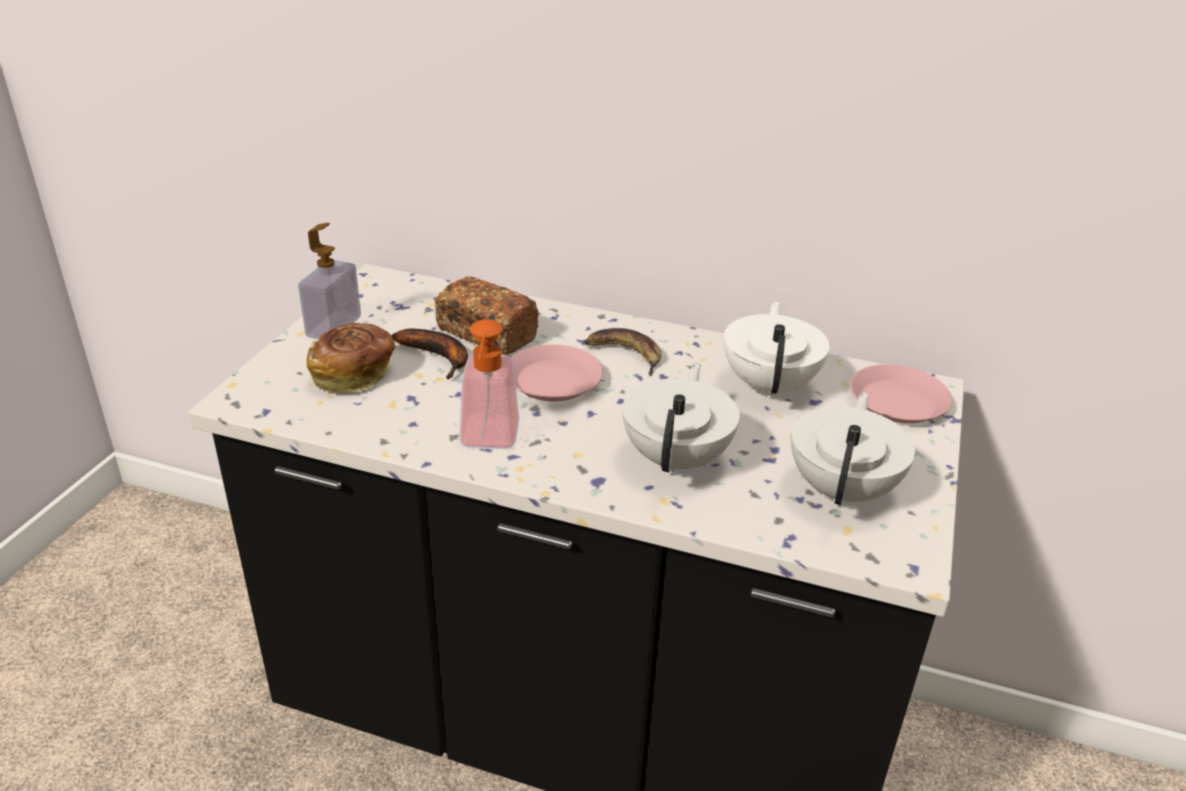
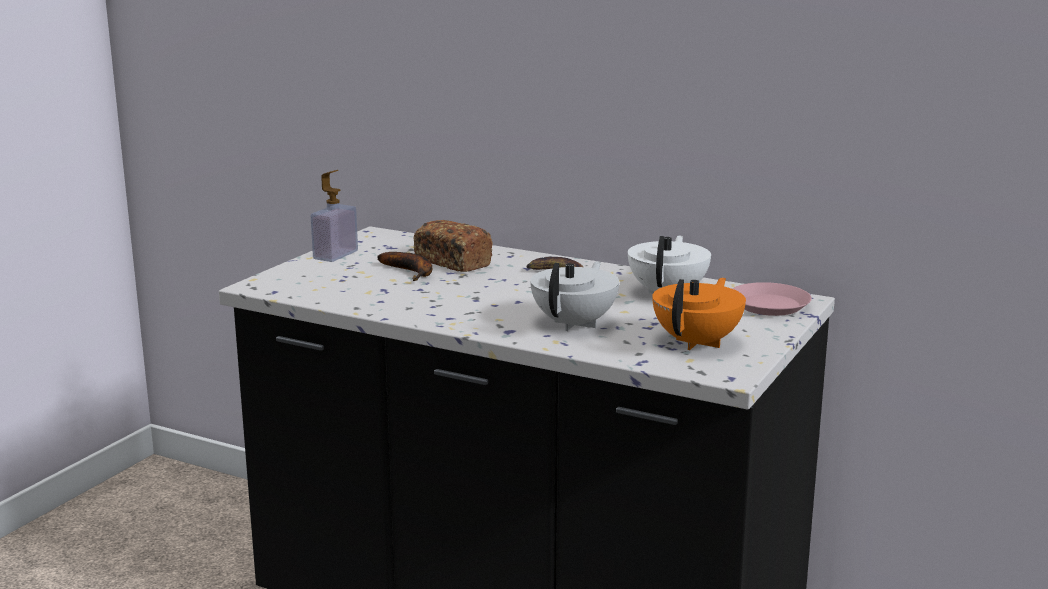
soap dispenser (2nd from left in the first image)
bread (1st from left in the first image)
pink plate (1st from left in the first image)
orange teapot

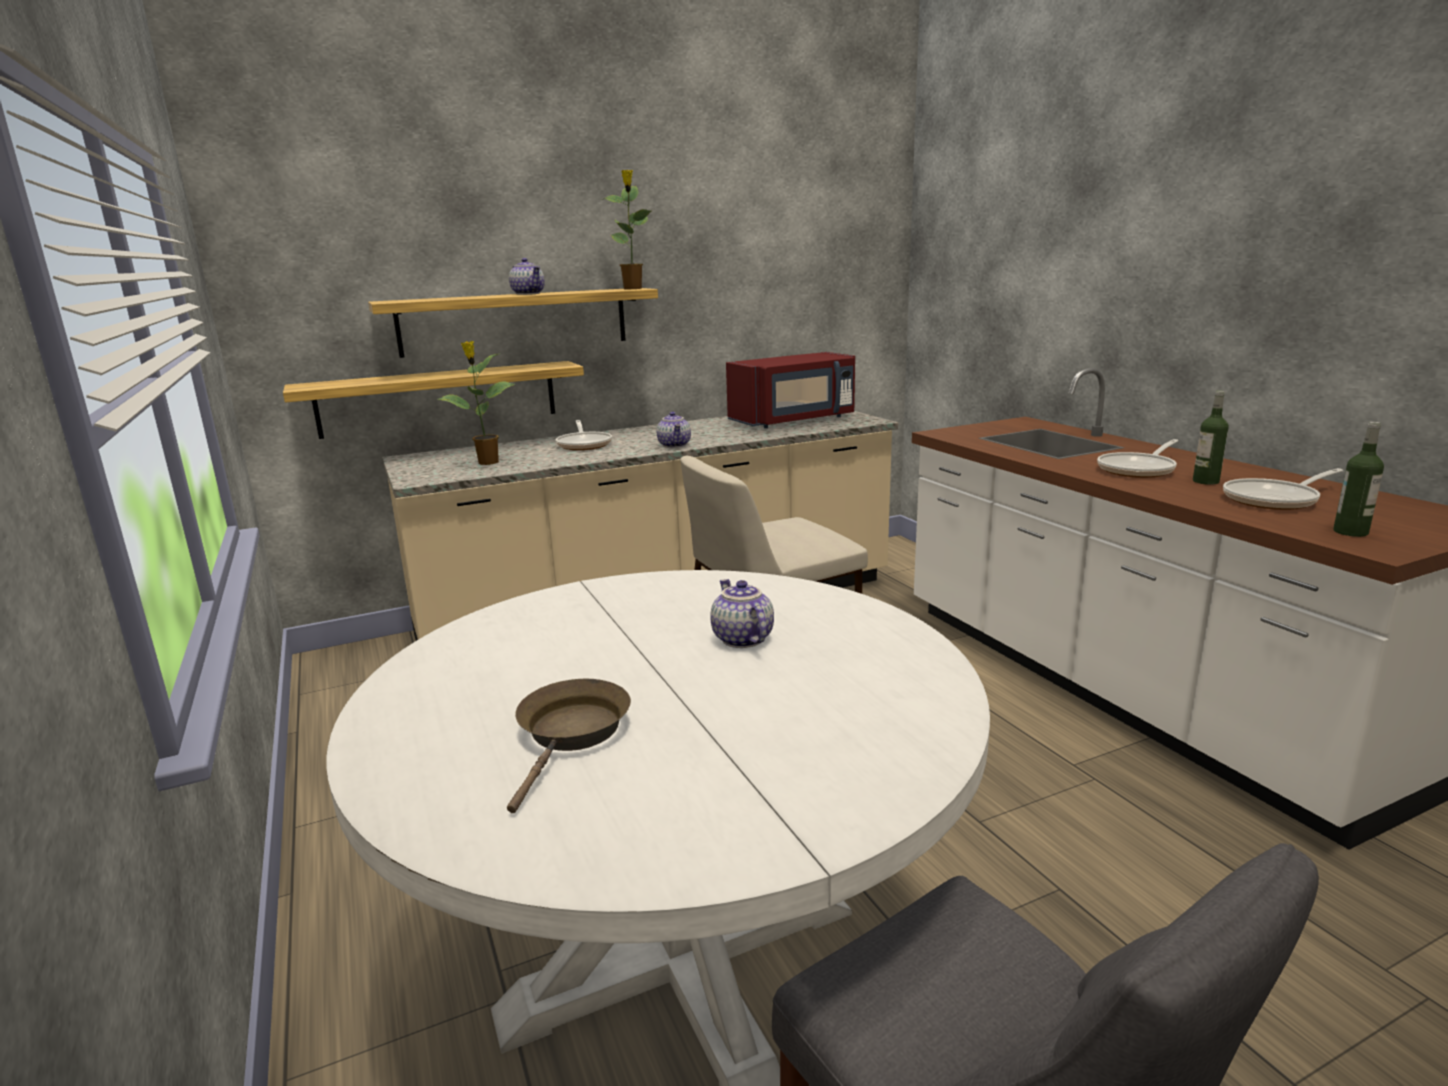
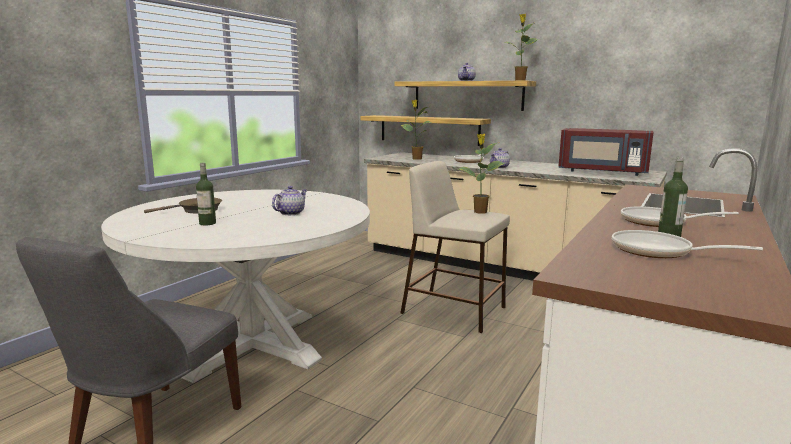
bottle (1st from left)
potted plant (2nd from left)

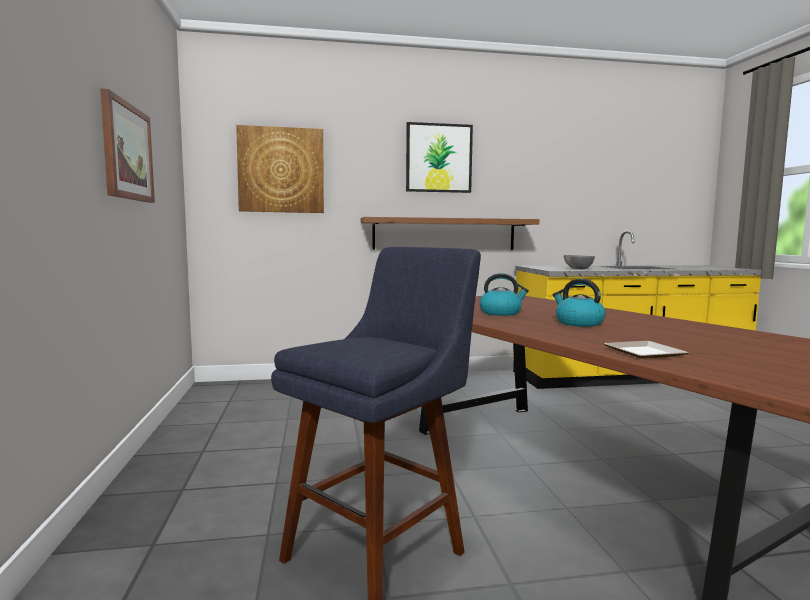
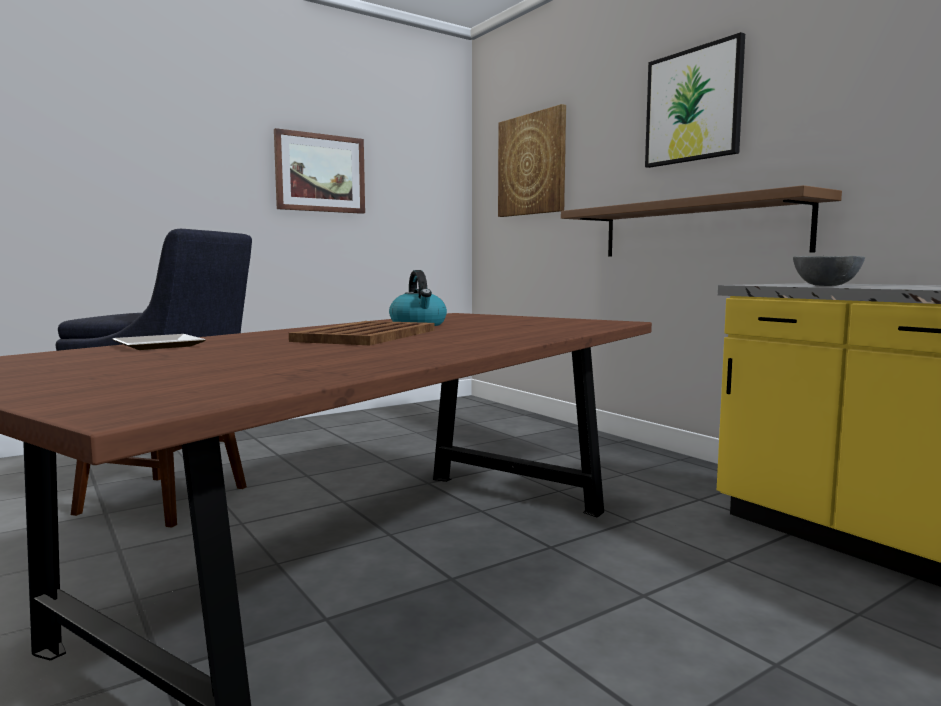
brown tray

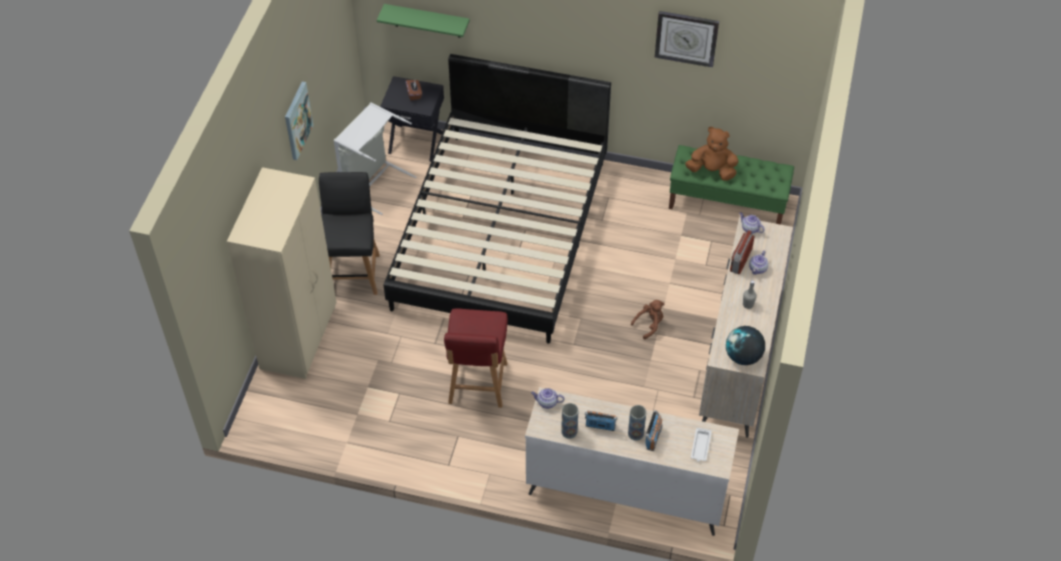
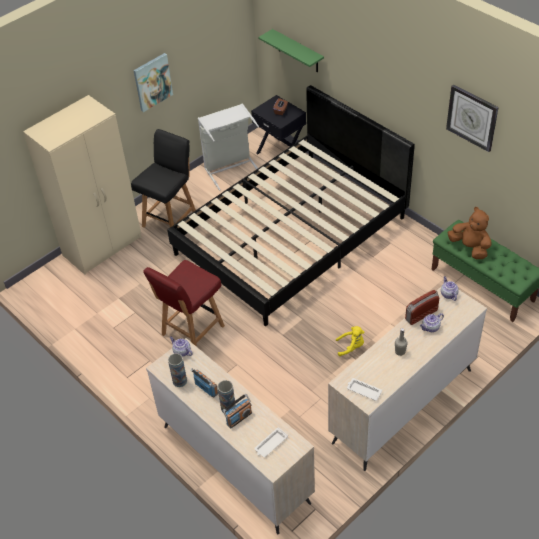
yellow plush toy
white tray (2nd from left)

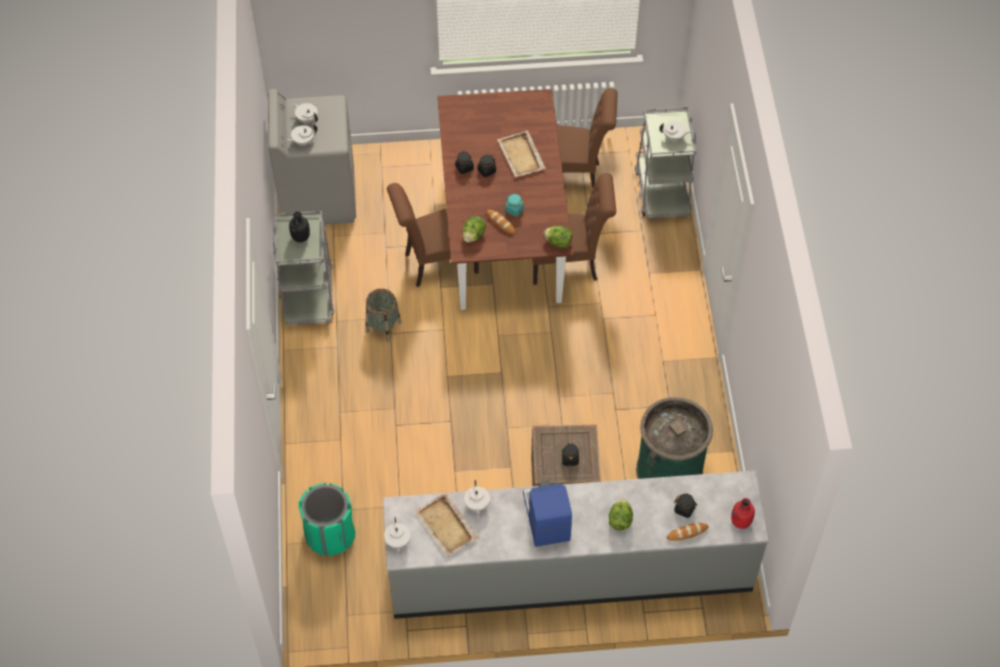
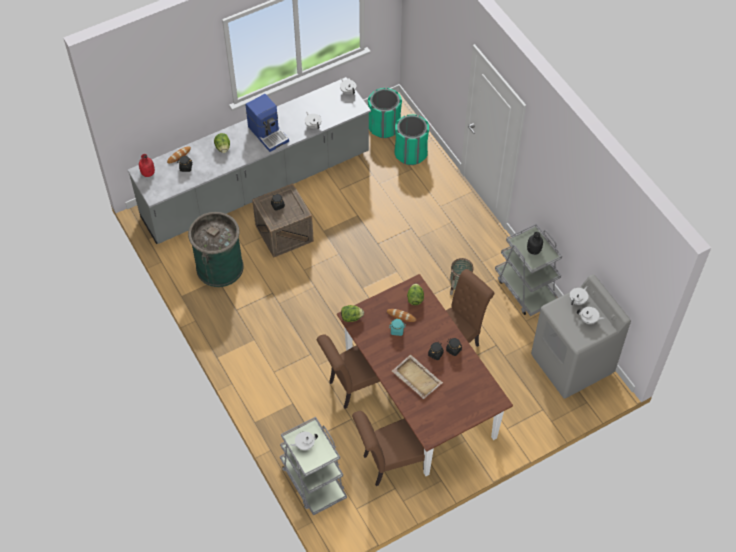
beige tray (1st from left in the first image)
green trash can (2nd from left)

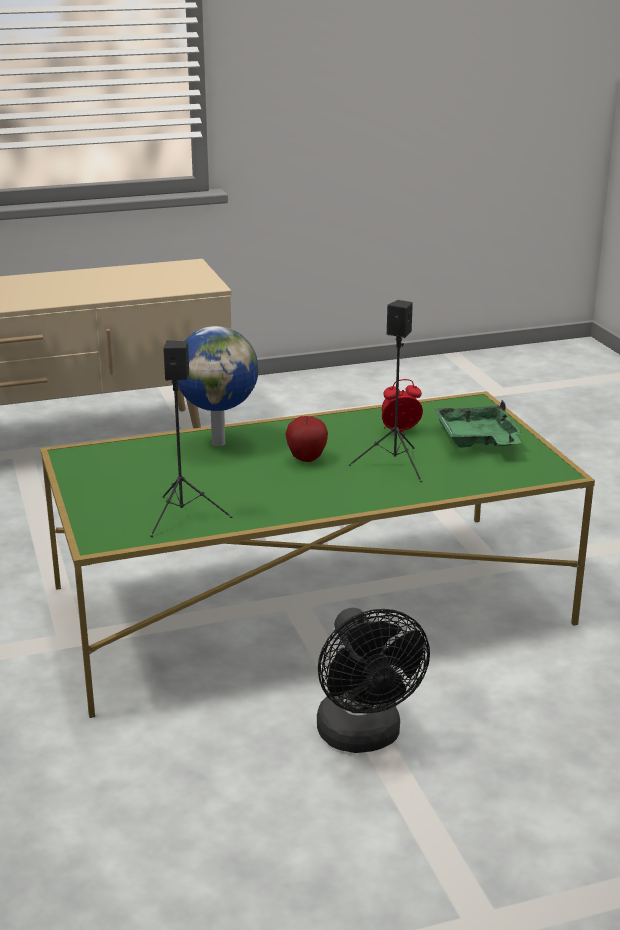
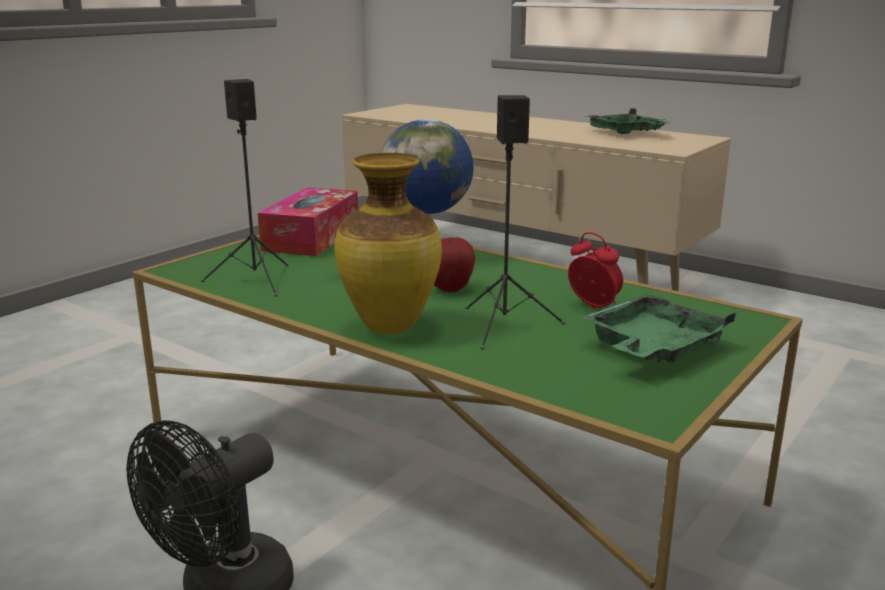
green tray (1st from left)
vase
tissue box

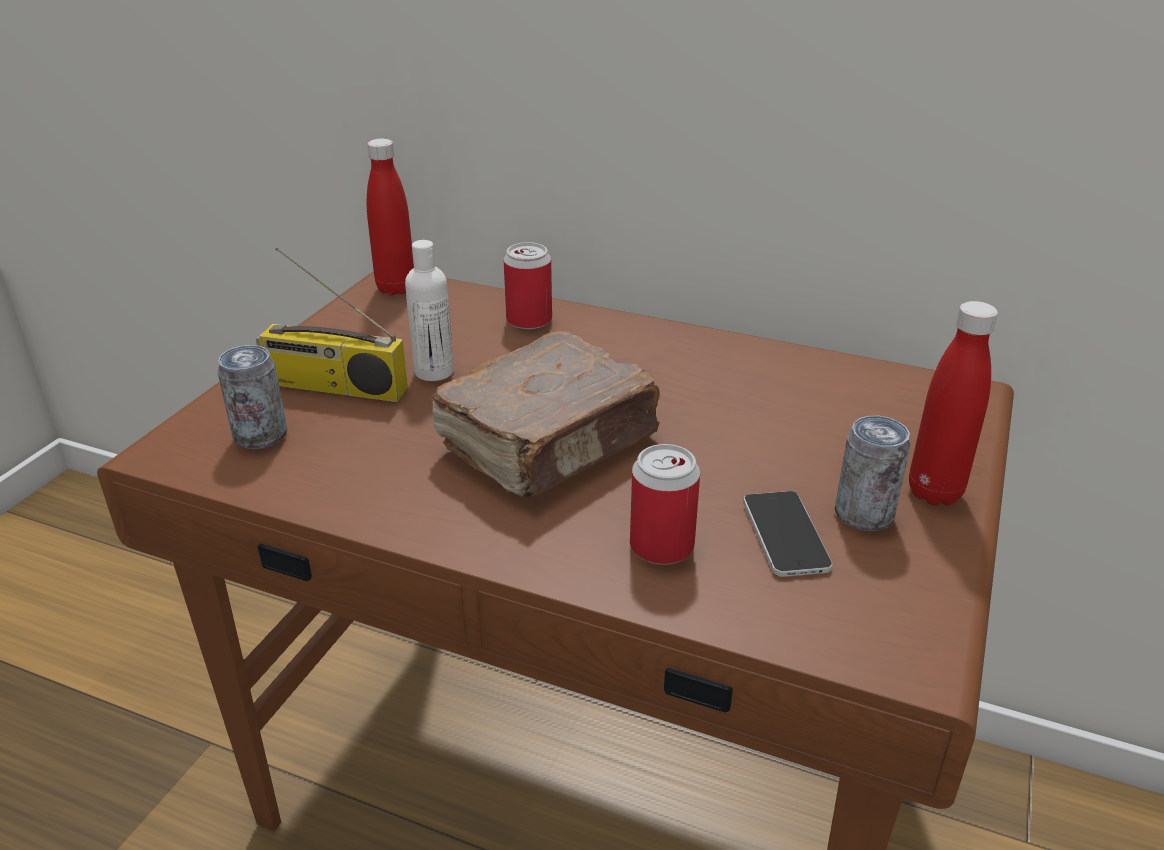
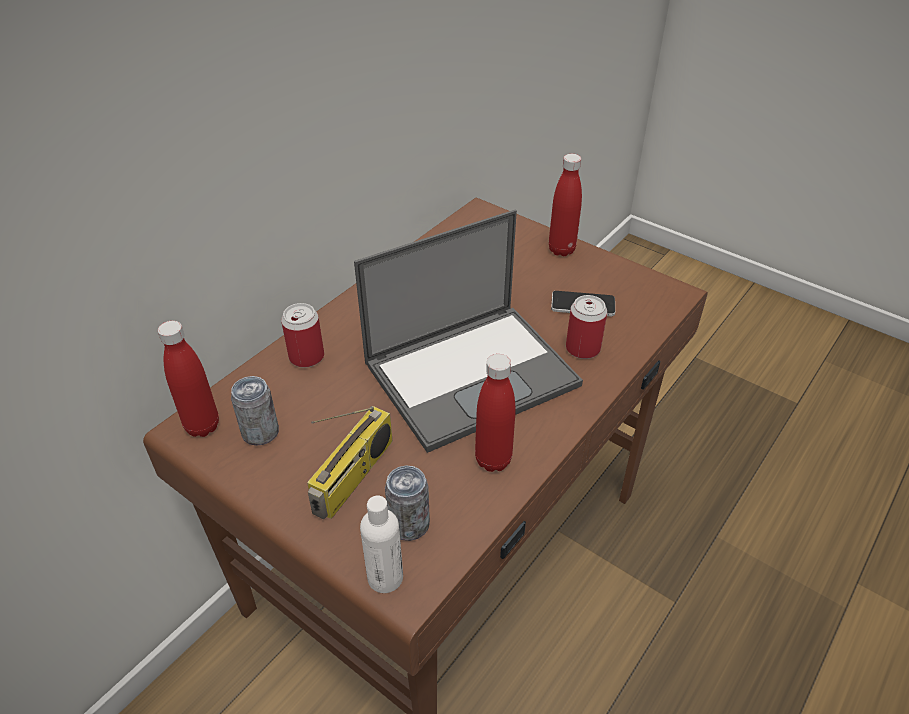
white bottle
laptop
can (1st from left)
red bottle (2nd from left)

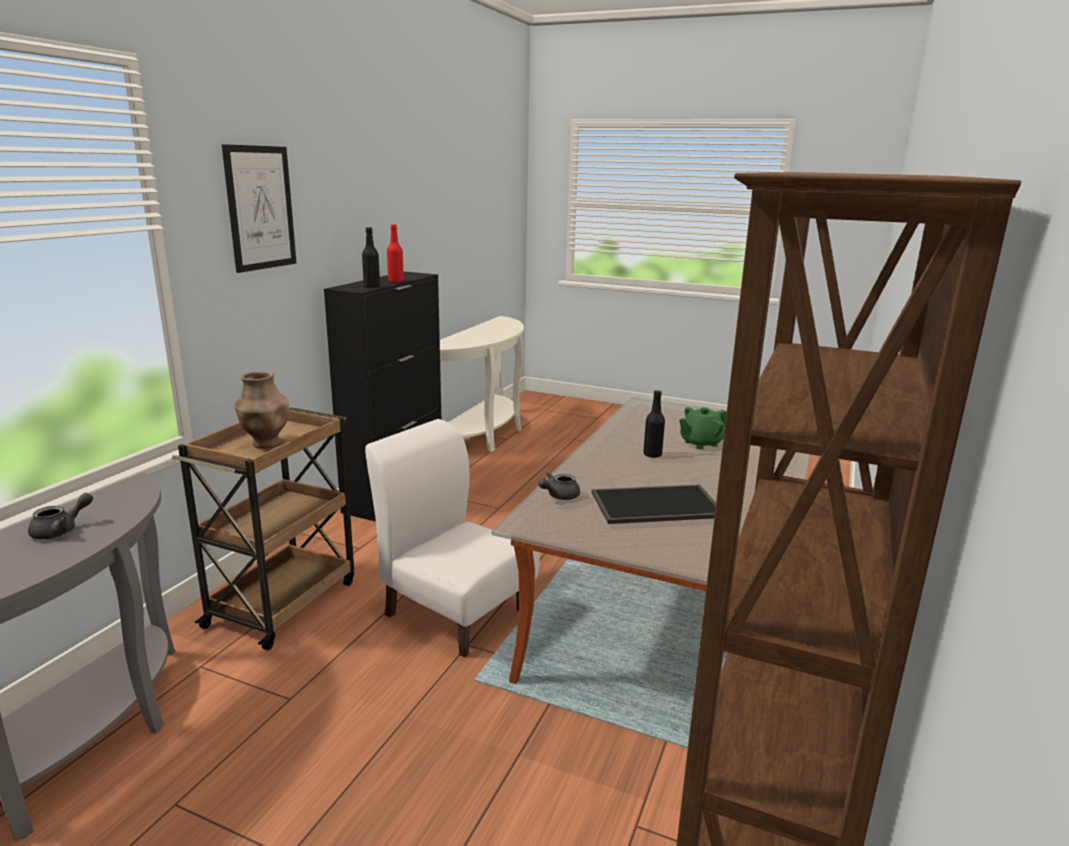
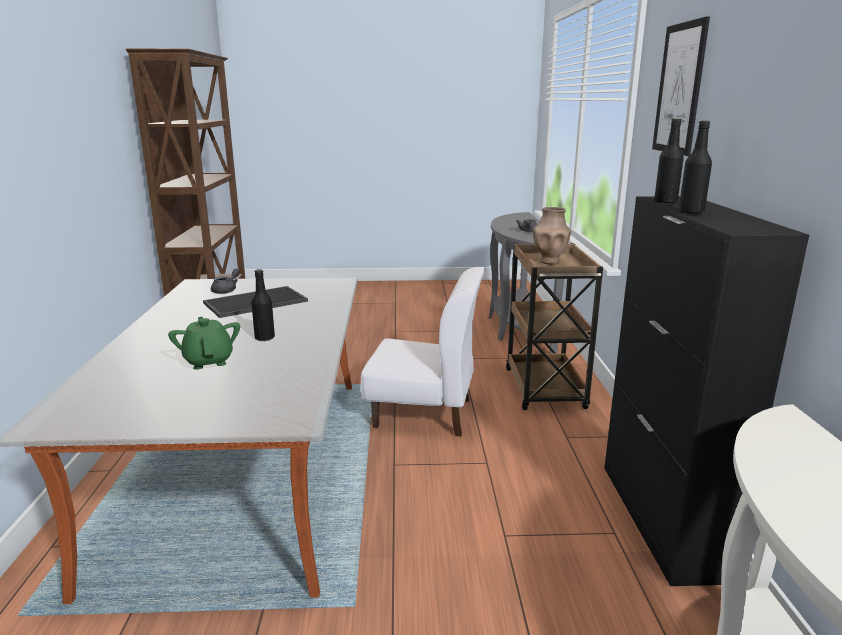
black bottle (3rd from left)
green teapot
grey teapot (1st from left)

